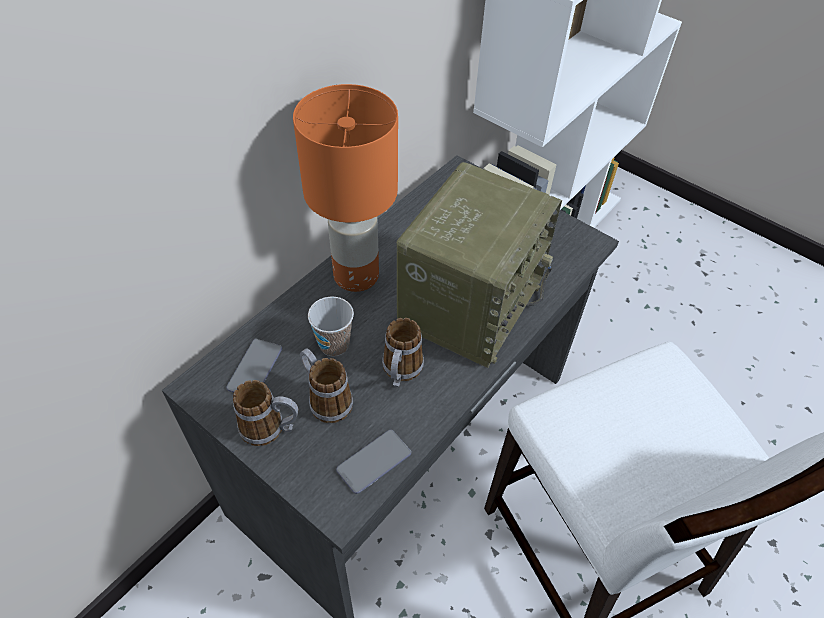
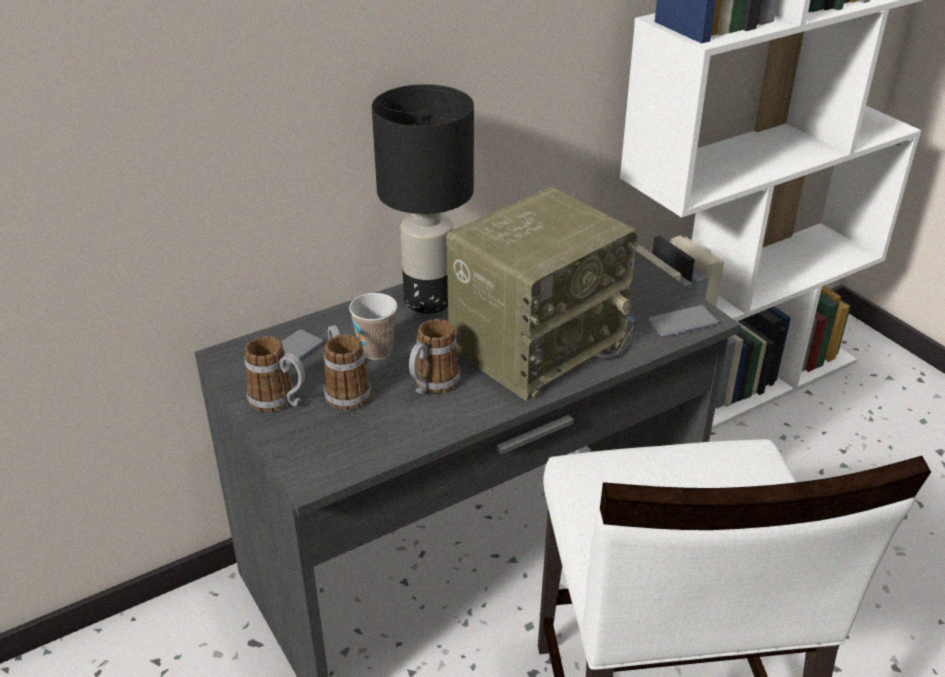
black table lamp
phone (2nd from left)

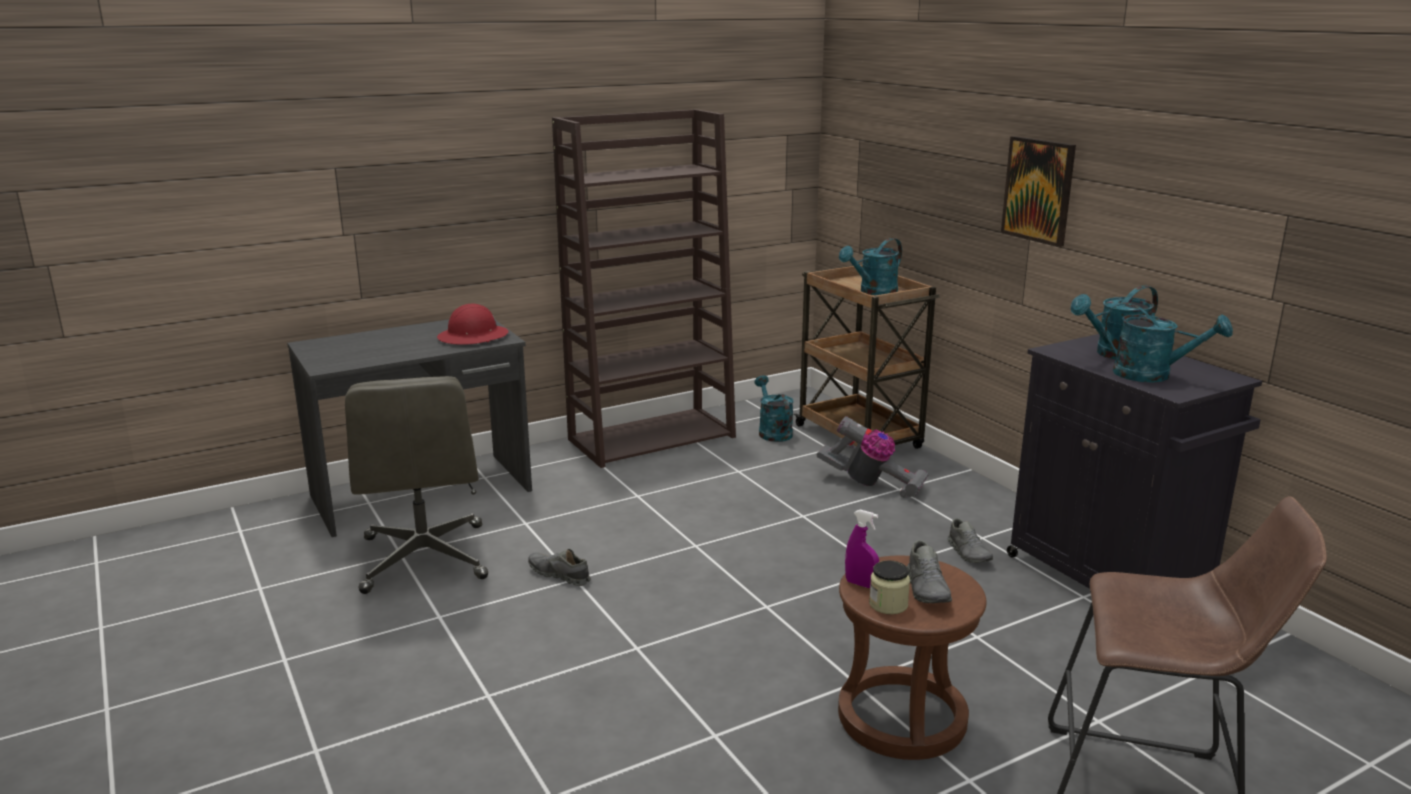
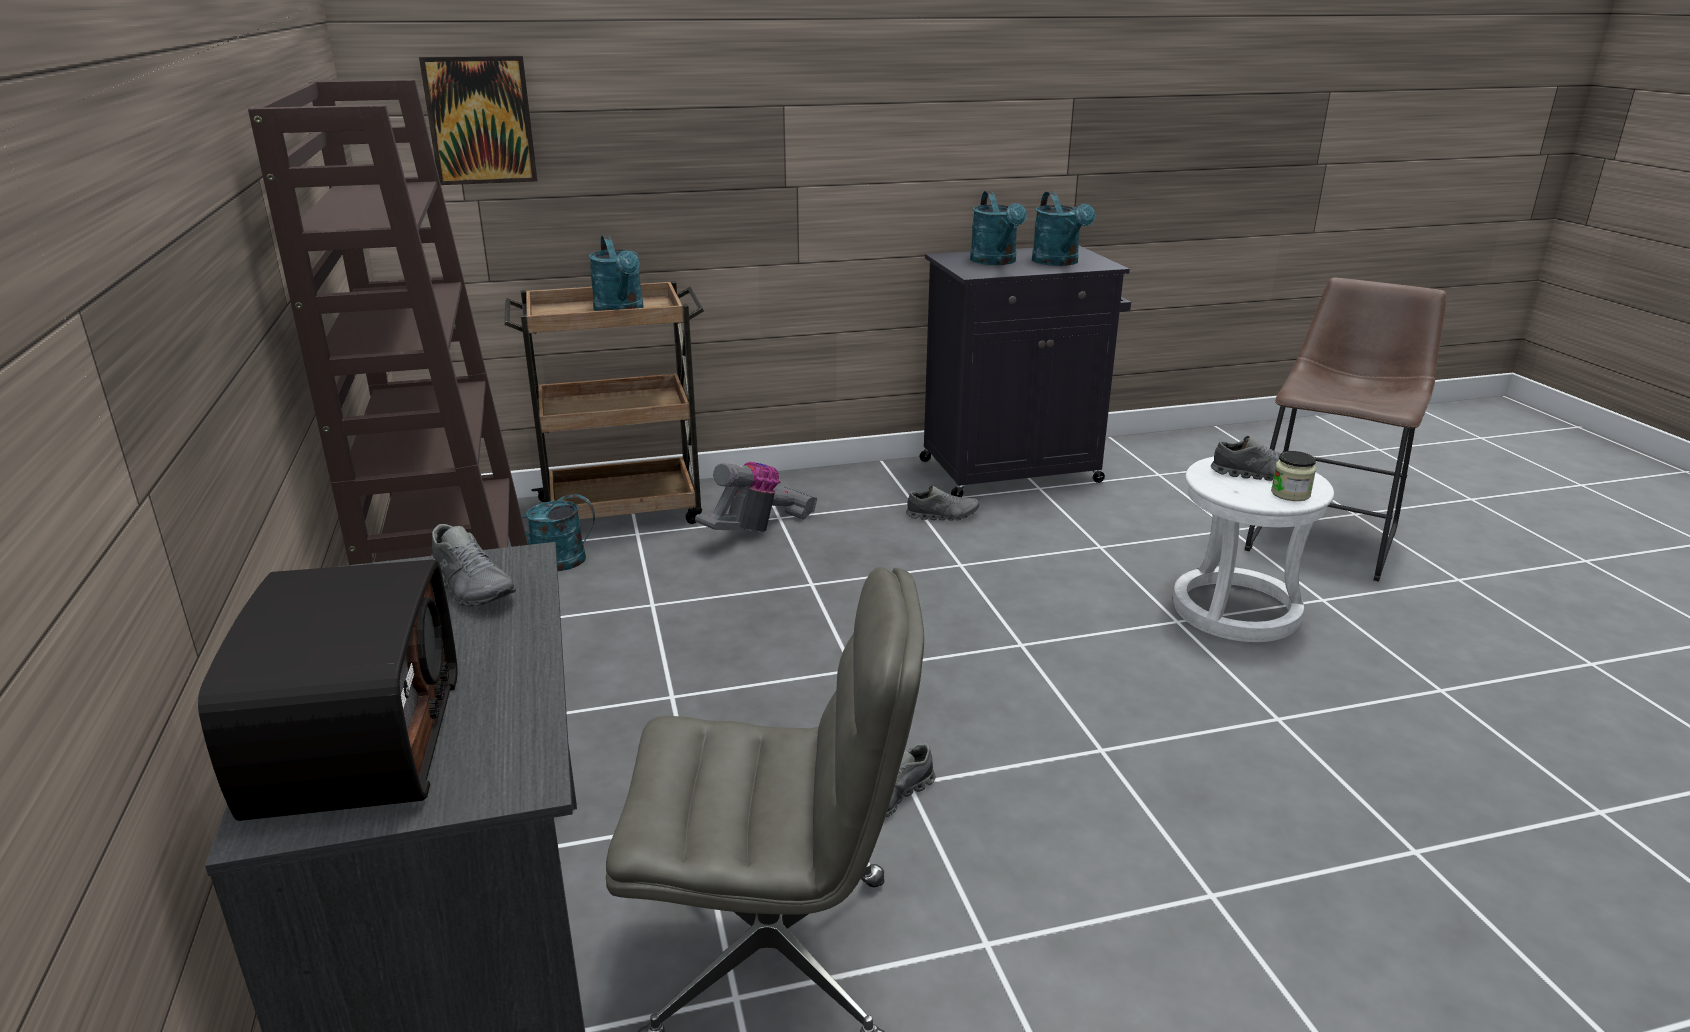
picture
turquoise watering can (4th from left)
grey shoe (1st from left)
purple spray bottle
white stool
radio

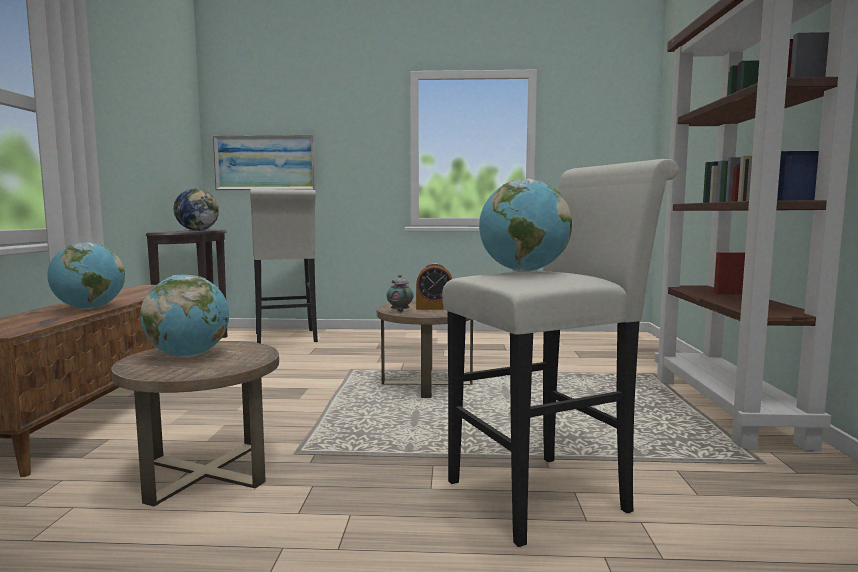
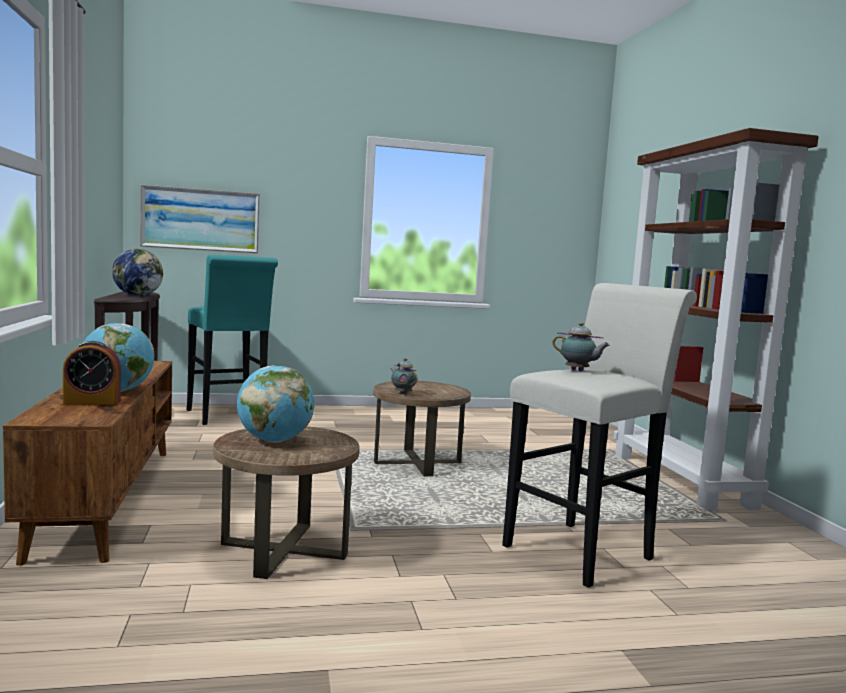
teapot (2nd from left)
turquoise stool
alarm clock

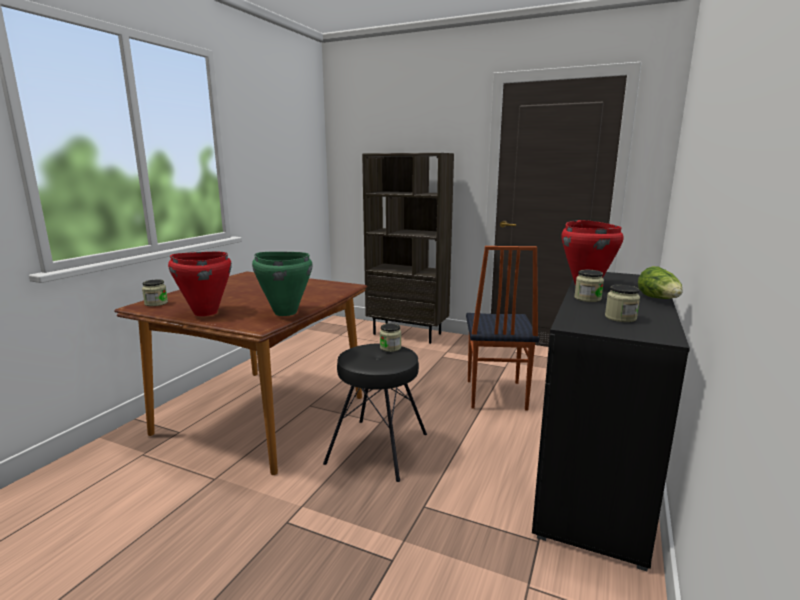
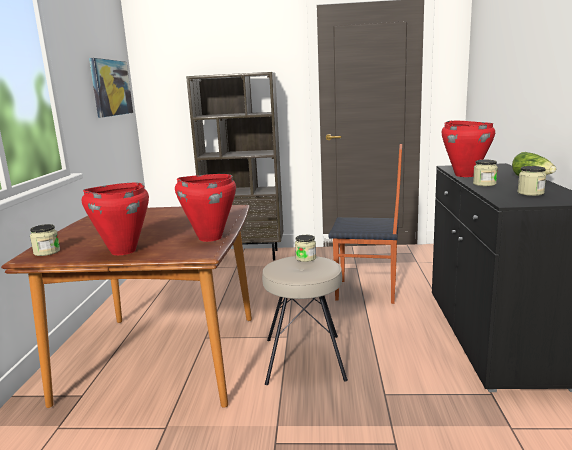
chair
red cooking pot (2nd from left)
beige stool
picture

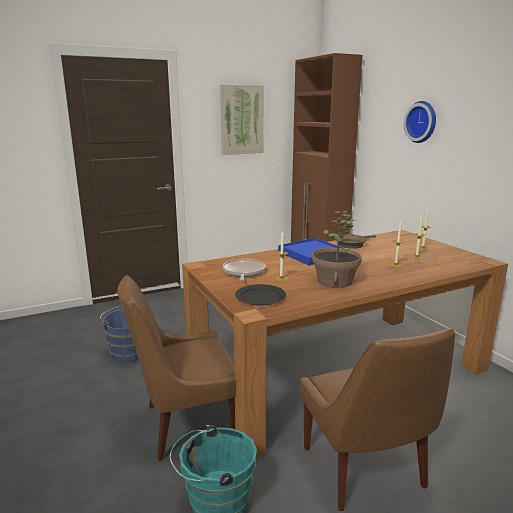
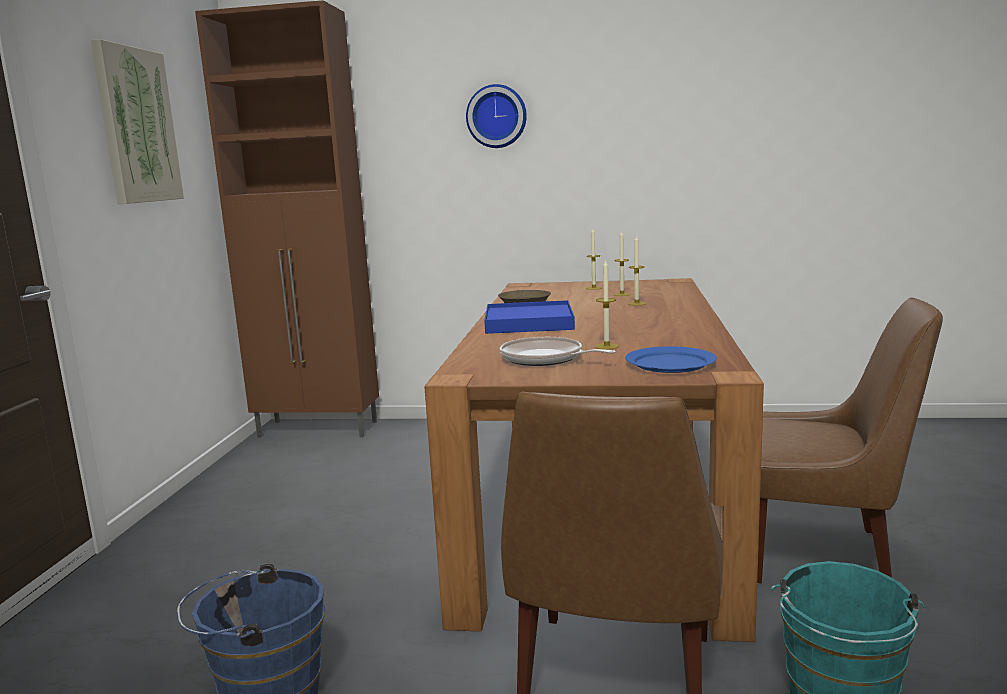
potted plant
blue plate

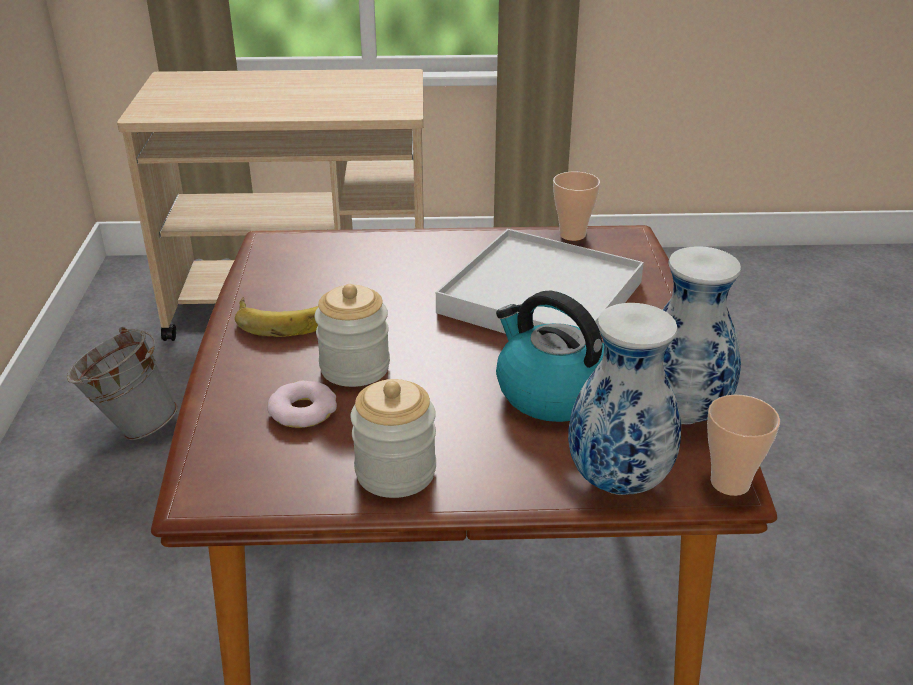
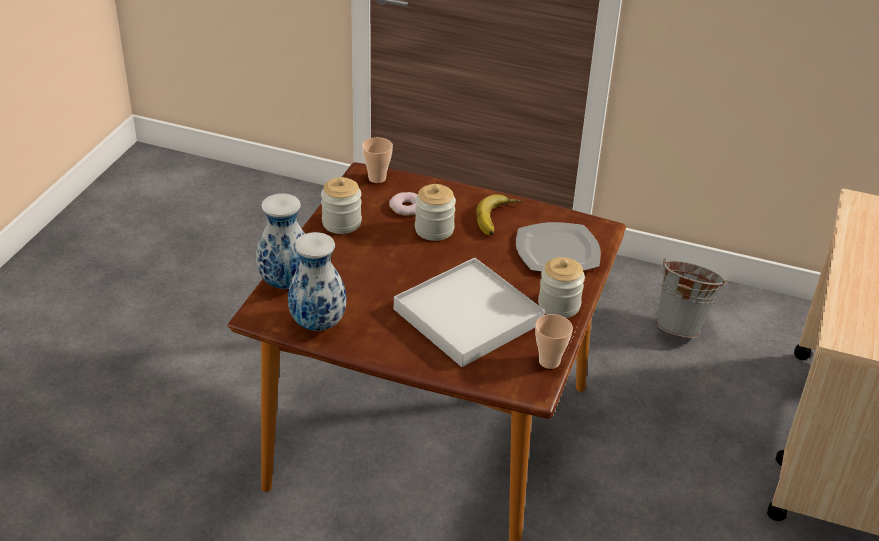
kettle
cup (1st from left)
plate
jar (3rd from left)

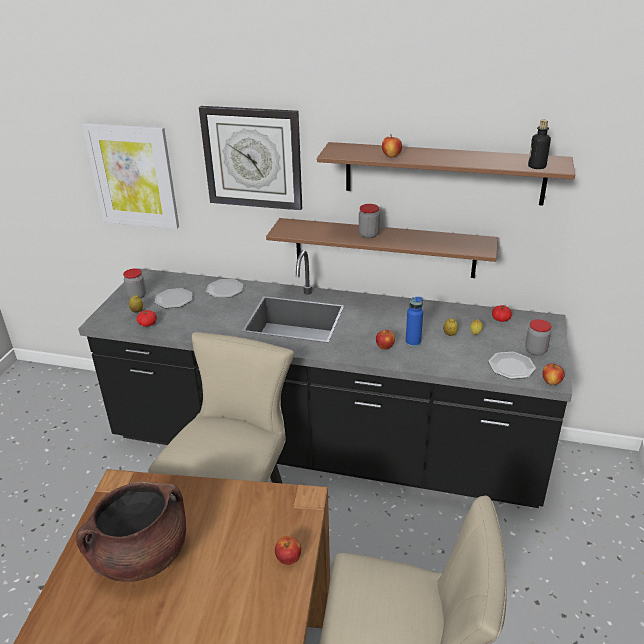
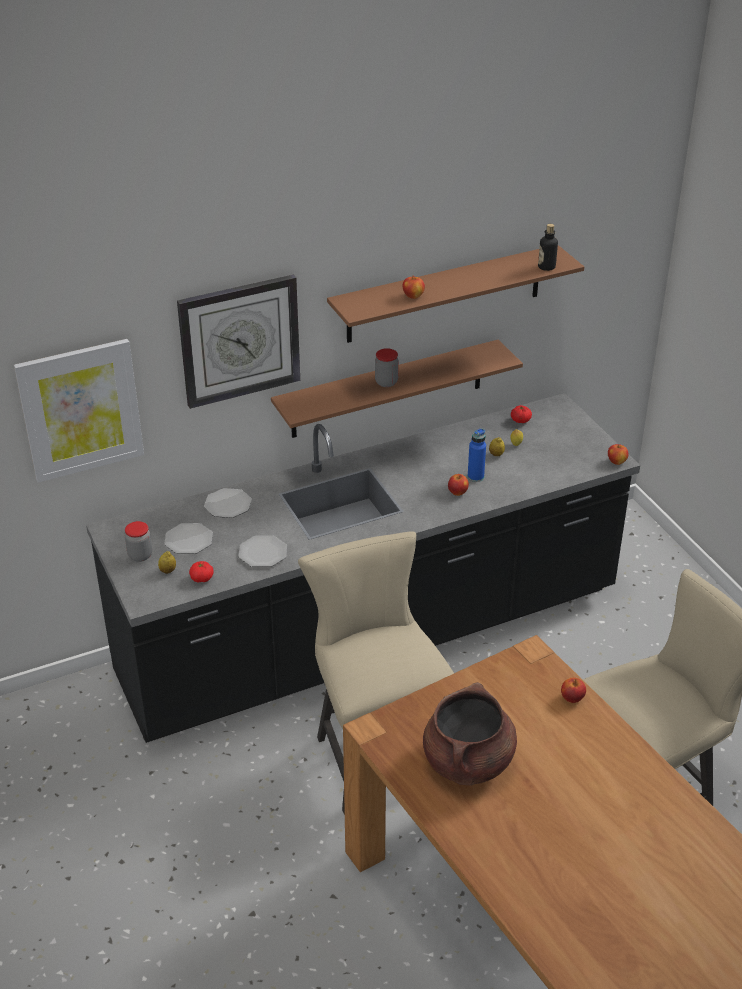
jar (3rd from left in the first image)
plate (3rd from left)

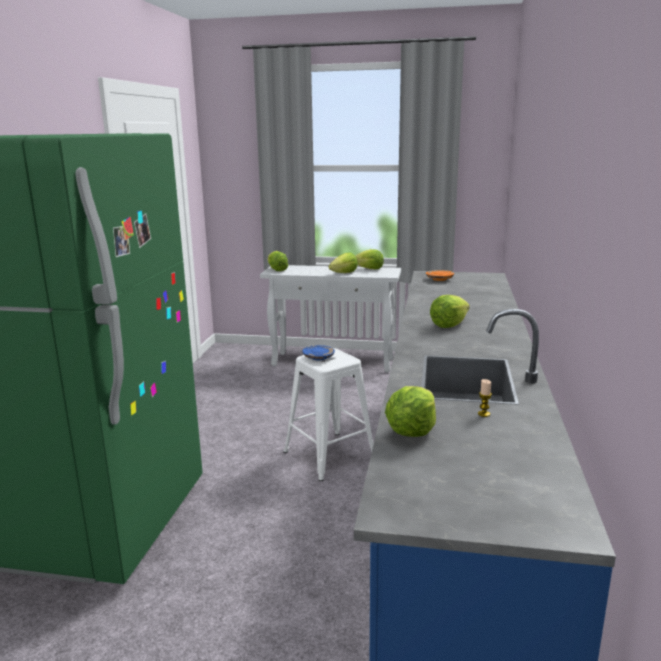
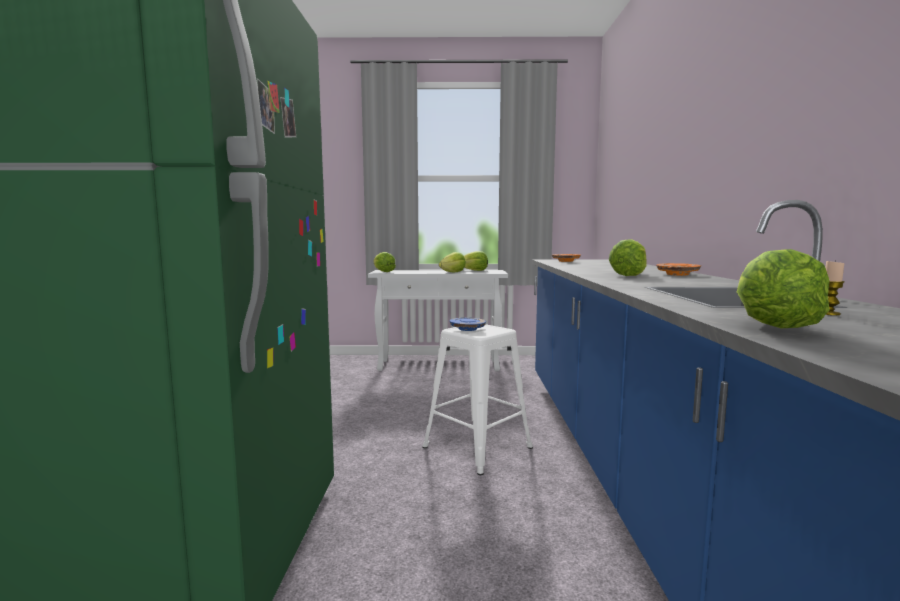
orange plate (2nd from left)

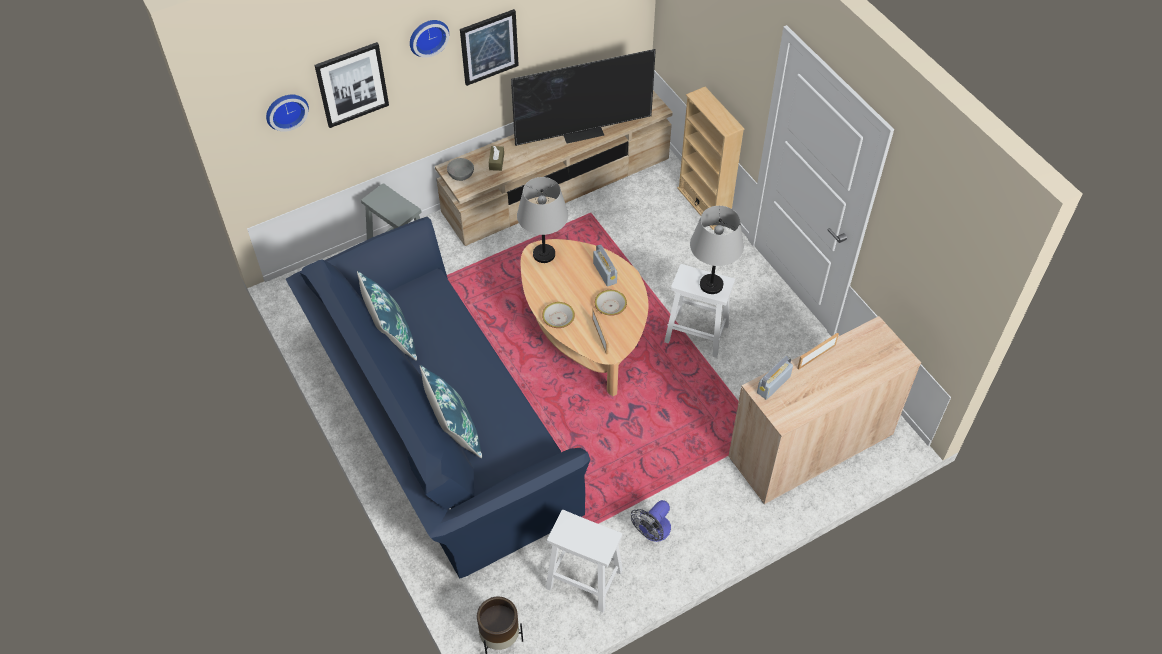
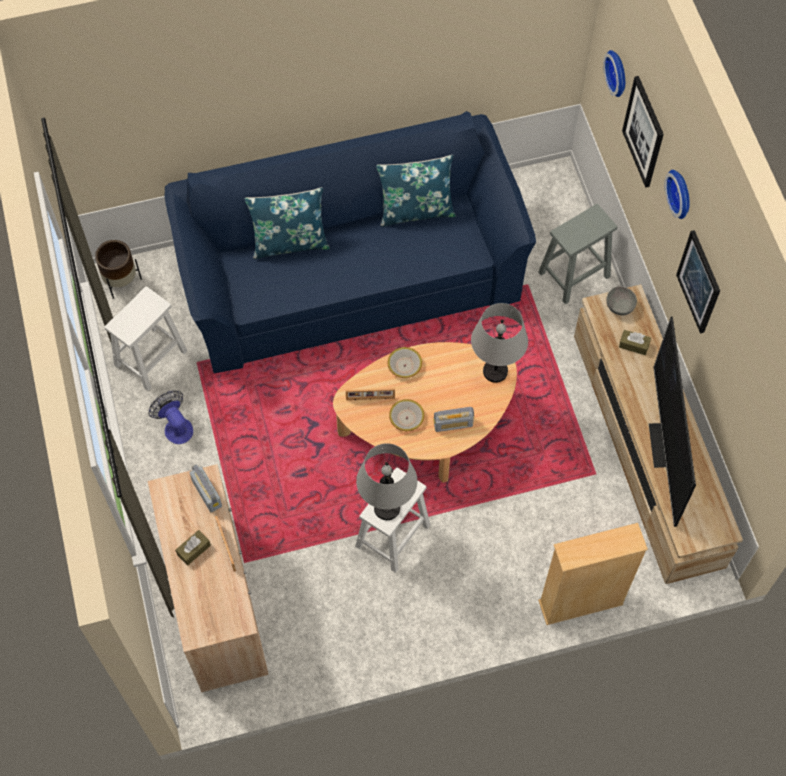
brown tissue box (1st from left)

